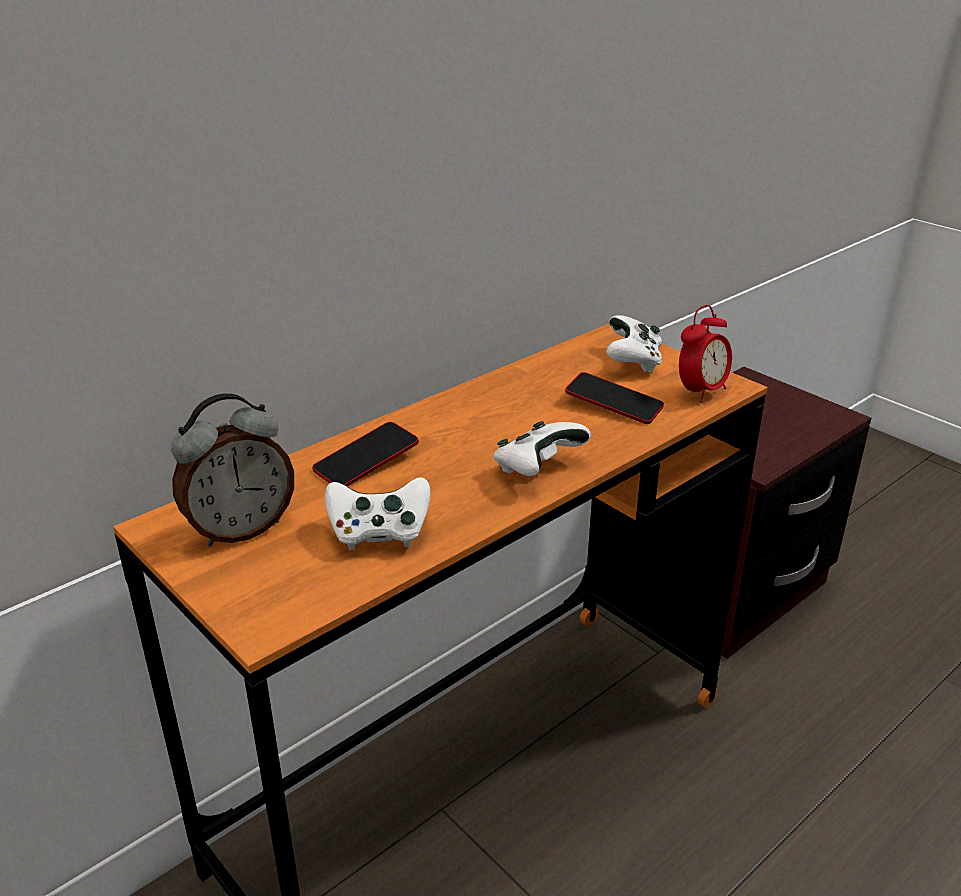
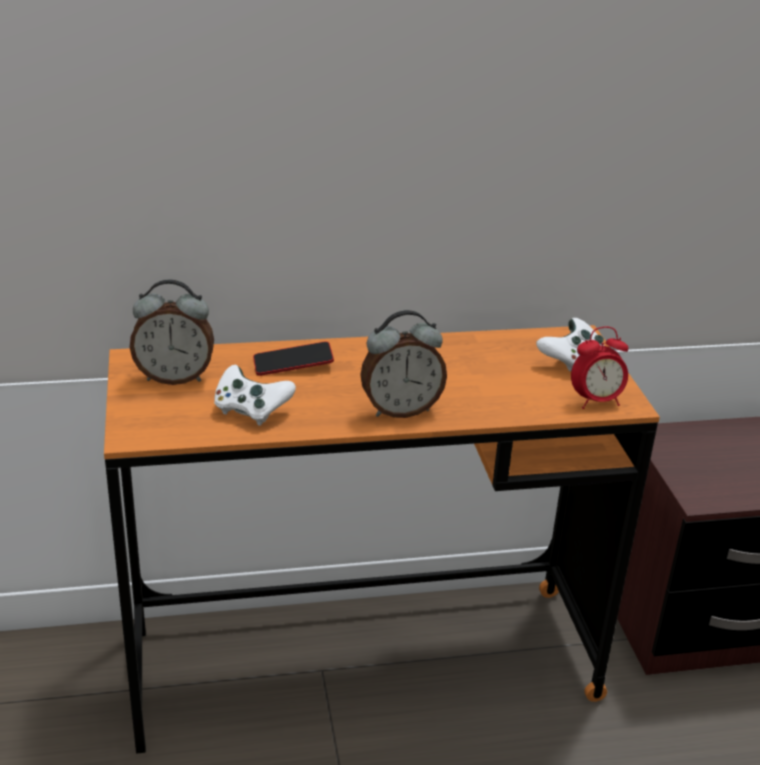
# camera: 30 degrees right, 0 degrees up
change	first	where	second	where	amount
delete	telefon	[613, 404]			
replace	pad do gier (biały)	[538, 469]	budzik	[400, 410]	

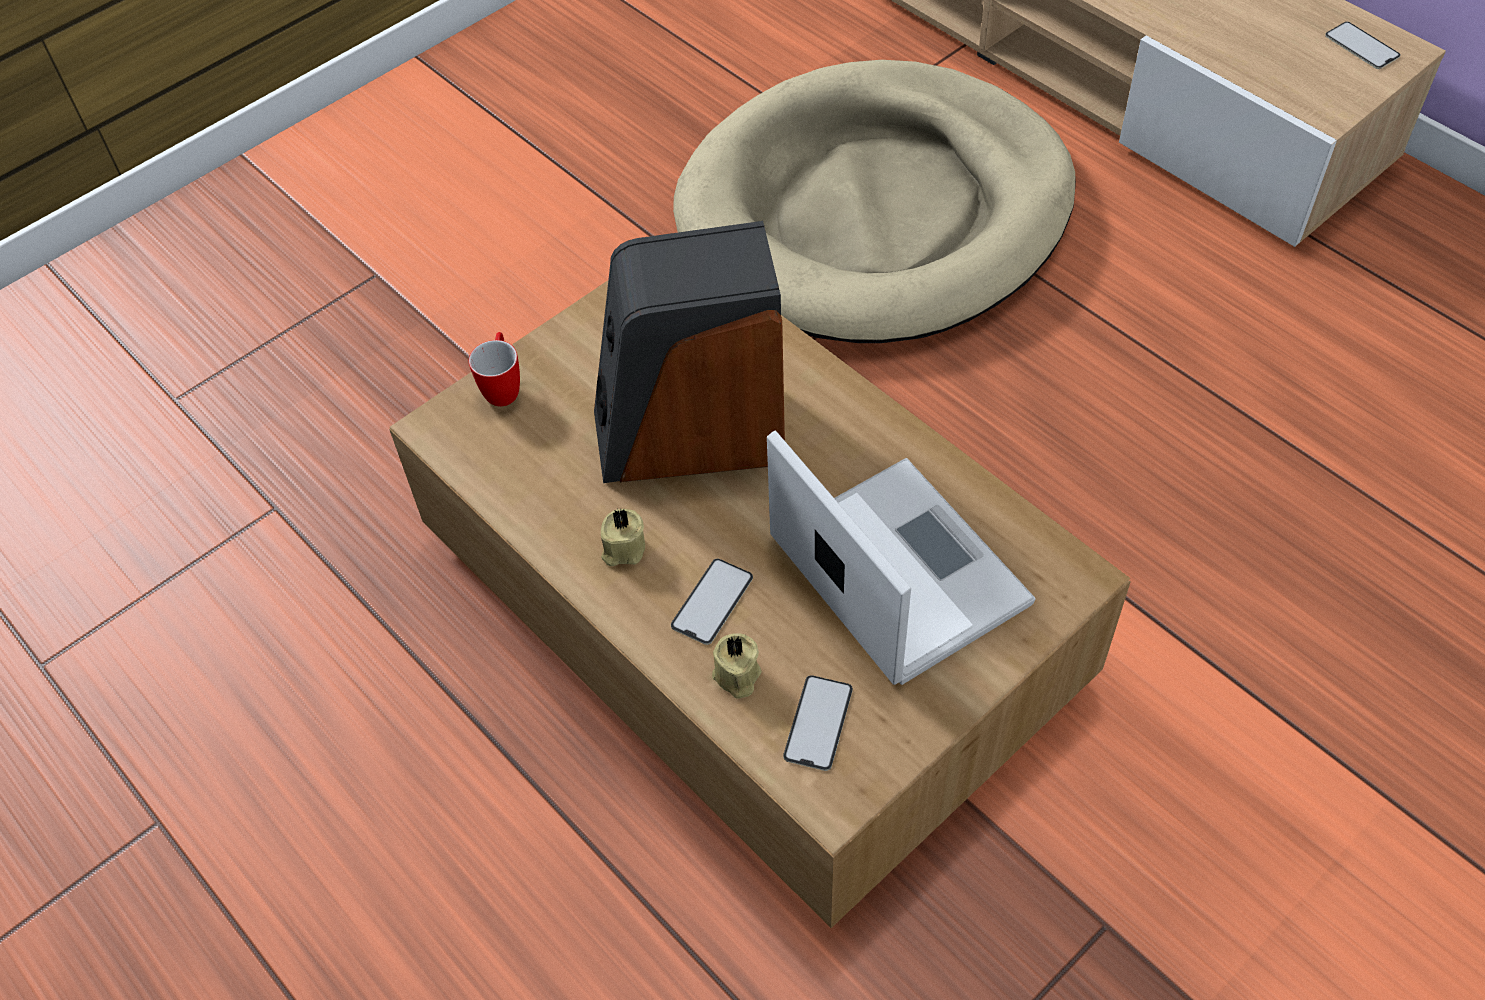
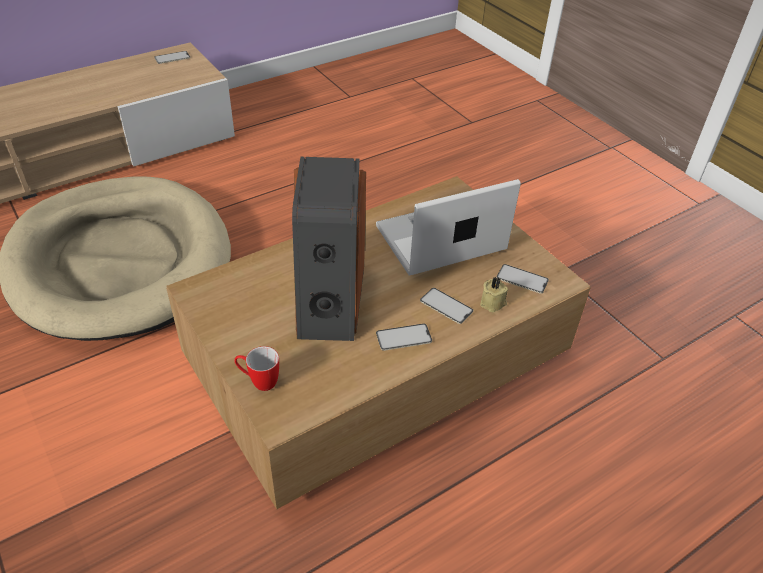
# camera: 85 degrees left, 10 degrees down
change	first	where	second	where	amount
replace	świeca (beżowy)	[623, 549]	telefon	[403, 337]	

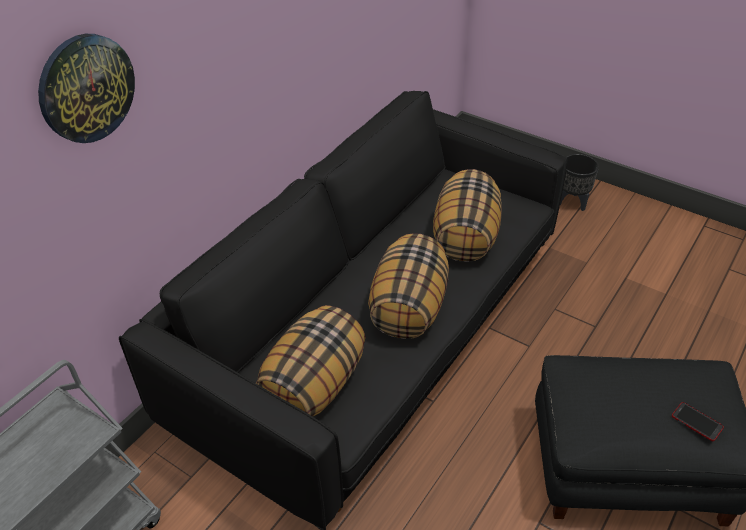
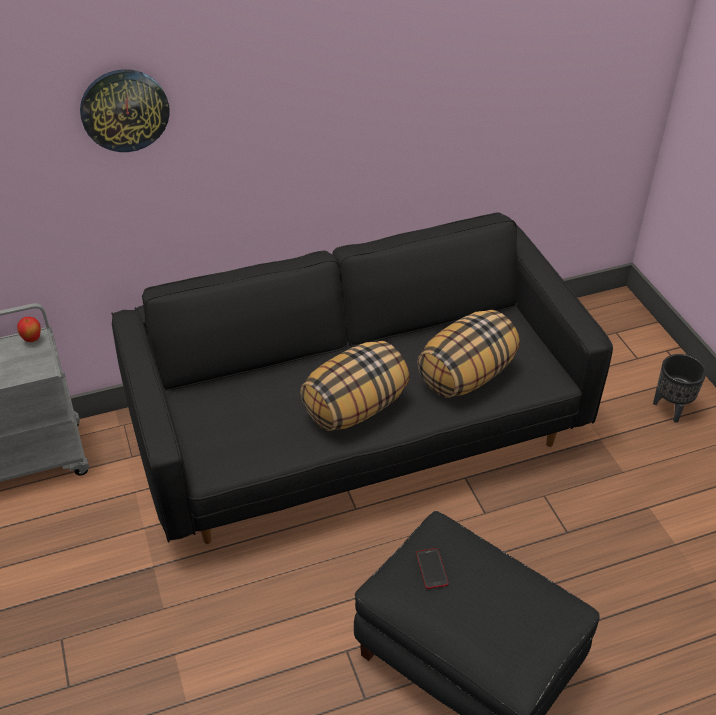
# camera: 35 degrees right, 0 degrees up
change	first	where	second	where	amount
delete	poduszka	[314, 384]			
move	telefon	[697, 422]		[431, 569]	
insert			jabłko	[32, 339]	

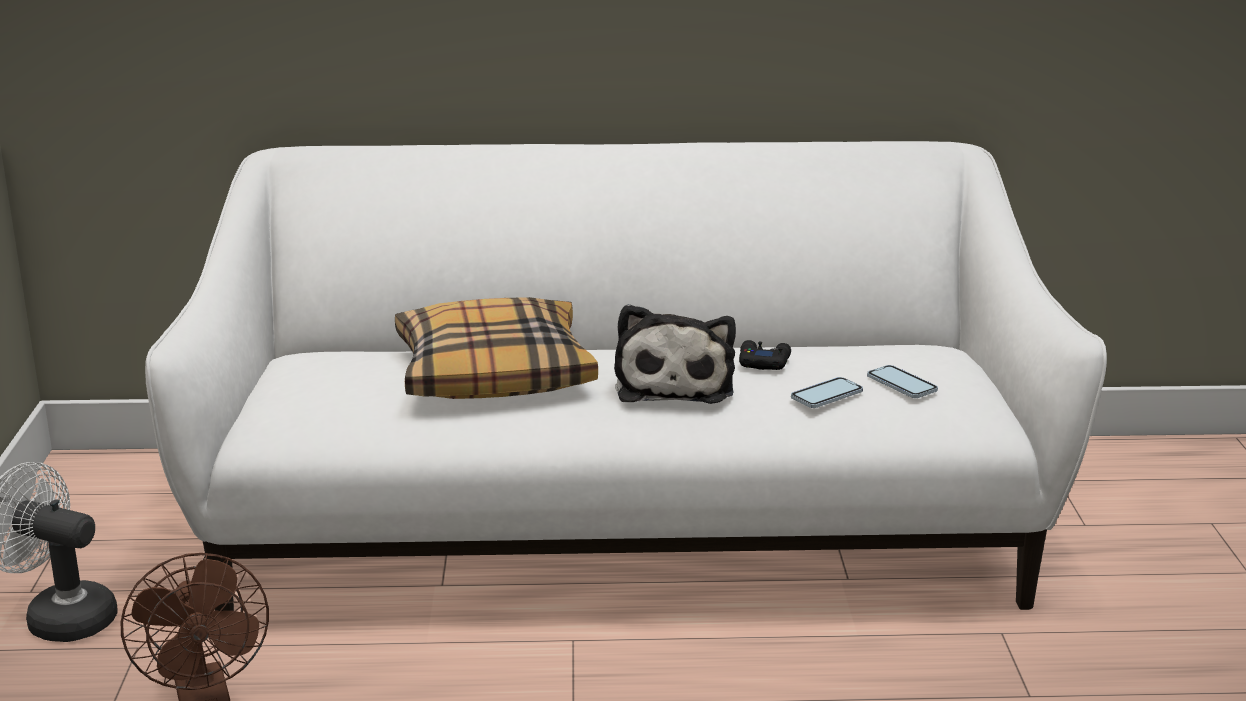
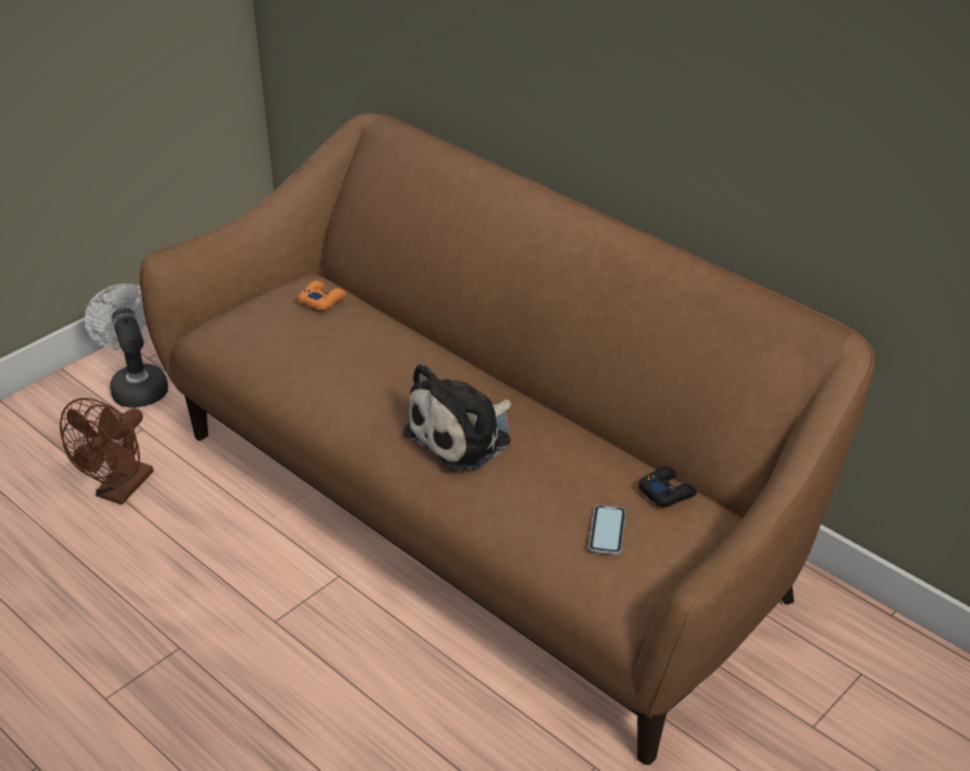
# camera: 45 degrees right, 15 degrees up
change	first	where	second	where	amount
recolor	kanapa (biały)	[623, 531]	kanapa (brązowy)	[484, 512]	
delete	poduszka	[494, 372]			
move	pad do gier (czarny)	[763, 362]		[666, 492]	
delete	telefon	[826, 395]			
insert			pad do gier (pomarańczowy)	[322, 300]	

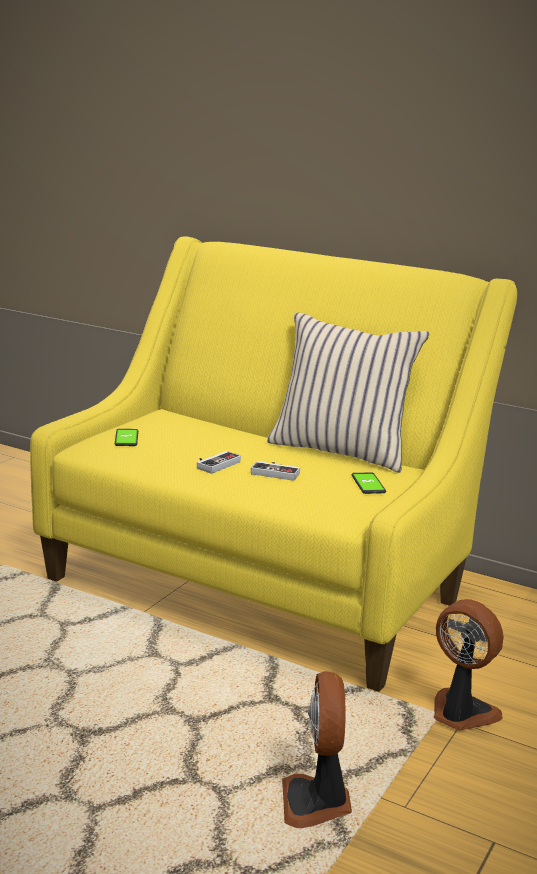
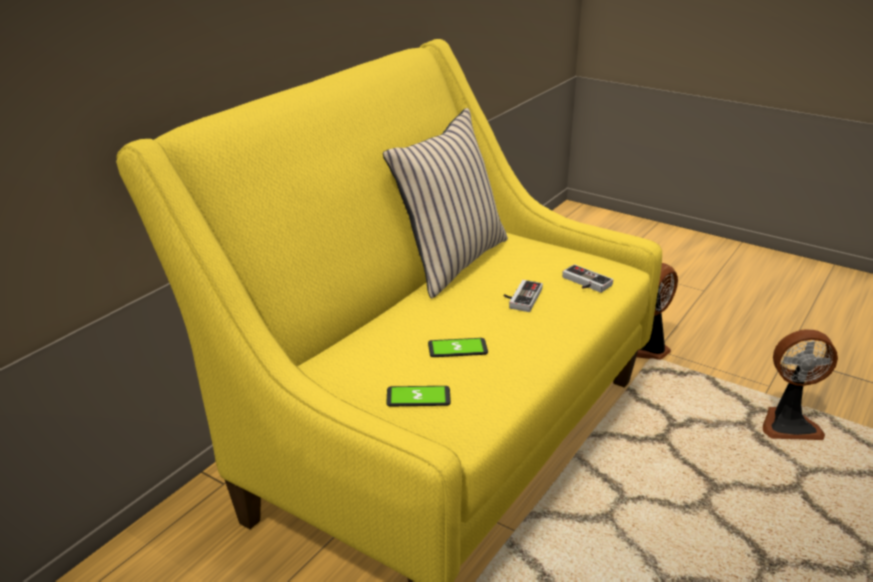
# camera: 85 degrees left, 10 degrees up
change	first	where	second	where	amount
move	pad do gier	[215, 464]		[584, 283]	
move	telefon	[368, 484]		[457, 349]	

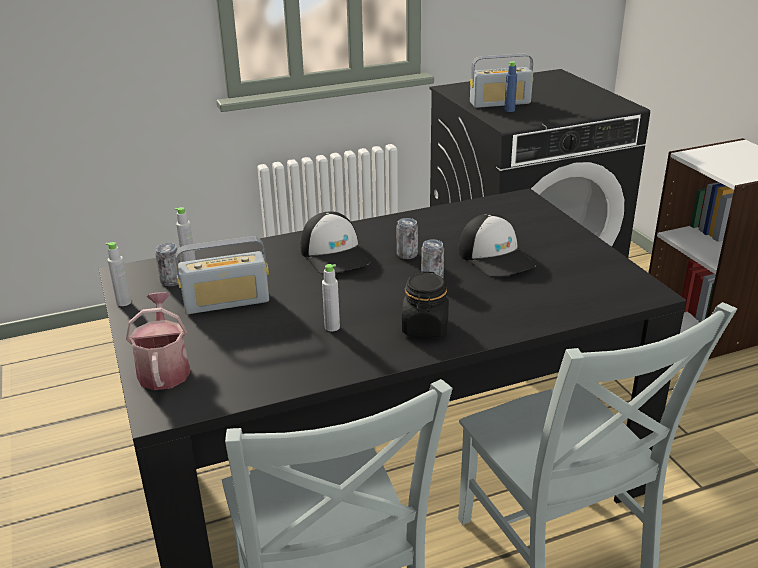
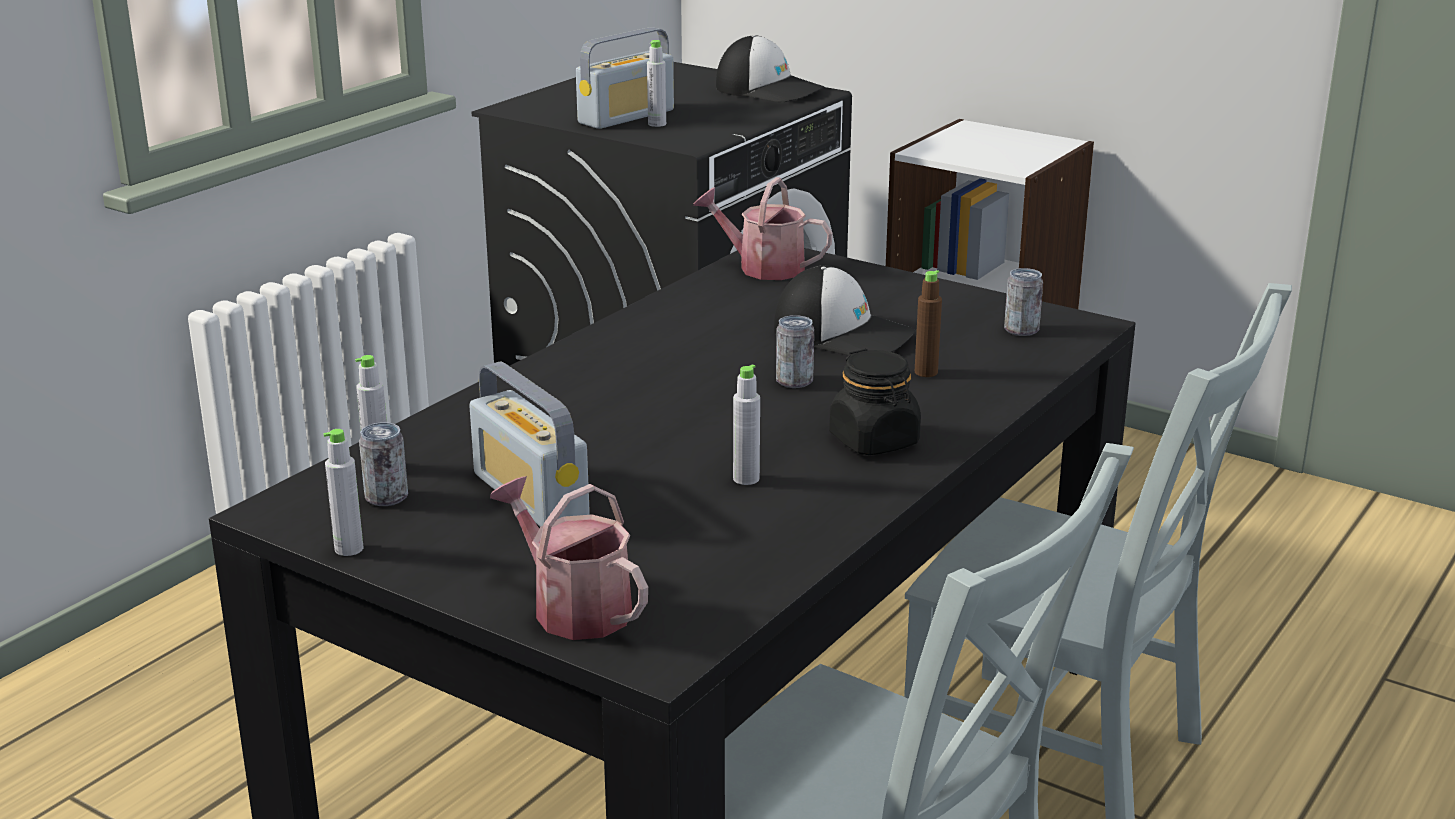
# camera: 35 degrees left, 5 degrees down
change	first	where	second	where	amount
recolor	butelka (niebieski)	[509, 110]	butelka (szary)	[657, 124]	
move	czapka z daszkiem	[335, 255]		[769, 89]	
move	puszka	[407, 255]		[1021, 330]	
rotate	radio	[226, 302]		[530, 496]	105 degrees clockwise
insert			konewka	[762, 267]	
insert			butelka (brązowy)	[926, 372]	

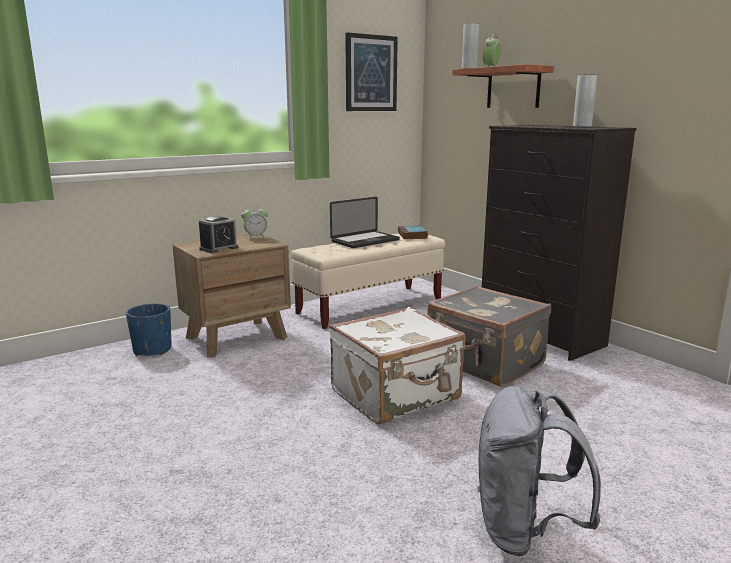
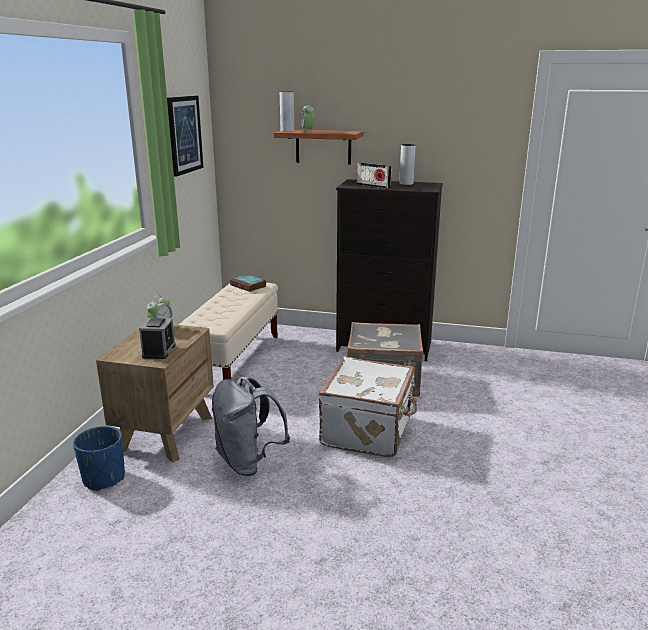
# camera: 40 degrees left, 5 degrees up
change	first	where	second	where	amount
delete	laptop	[365, 241]			
move	plecak (szary)	[524, 531]		[248, 462]	
insert			radio	[373, 186]	

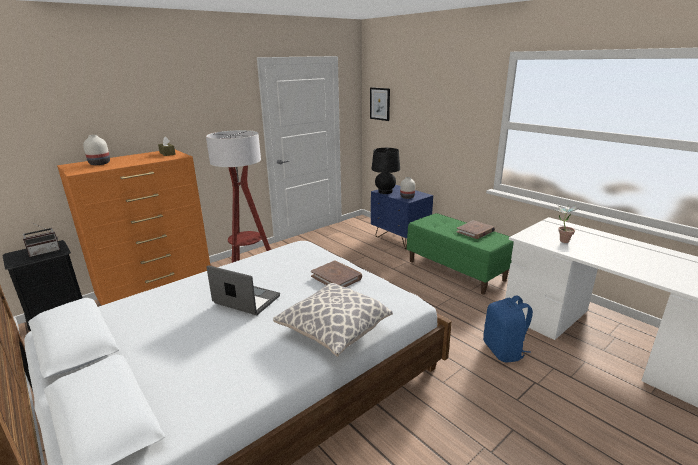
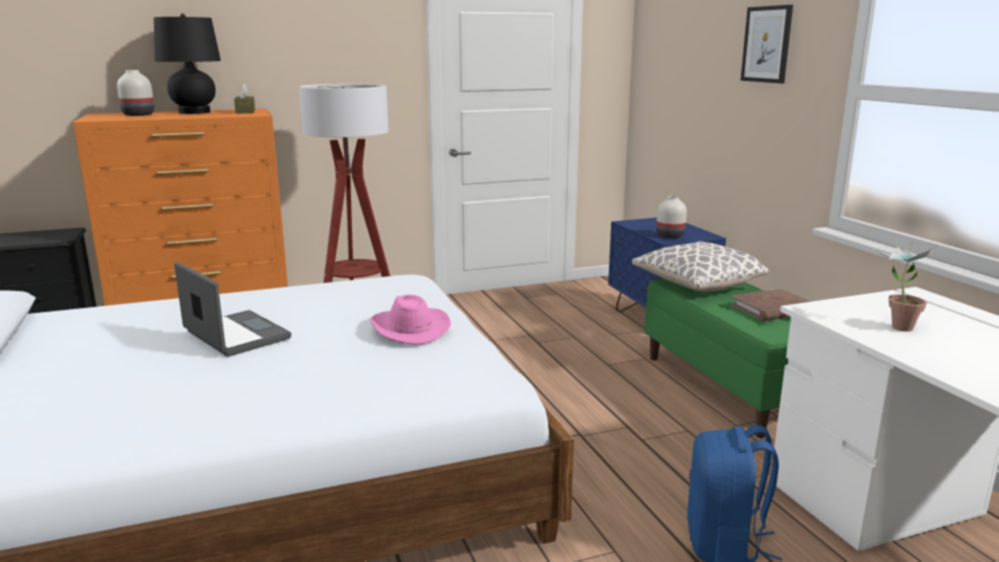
# camera: 20 degrees right, 5 degrees down
change	first	where	second	where	amount
move	obraz	[380, 104]		[767, 44]	
move	lampa stołowa (czarny)	[385, 191]		[194, 112]	
delete	radio	[45, 252]			
replace	książka (brązowy)	[336, 277]	kapelusz (różowy)	[408, 329]	
move	poduszka	[334, 331]		[697, 285]	

